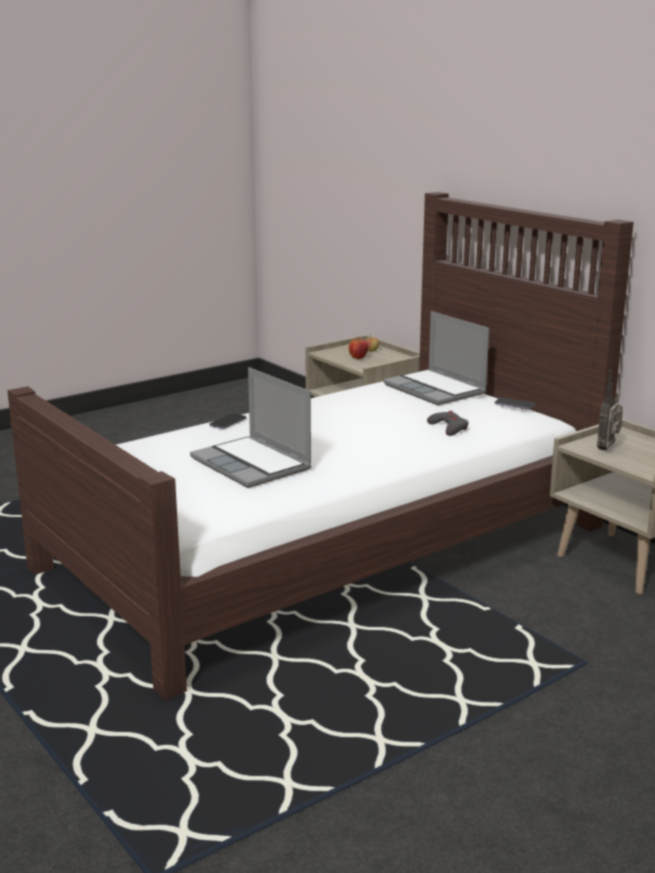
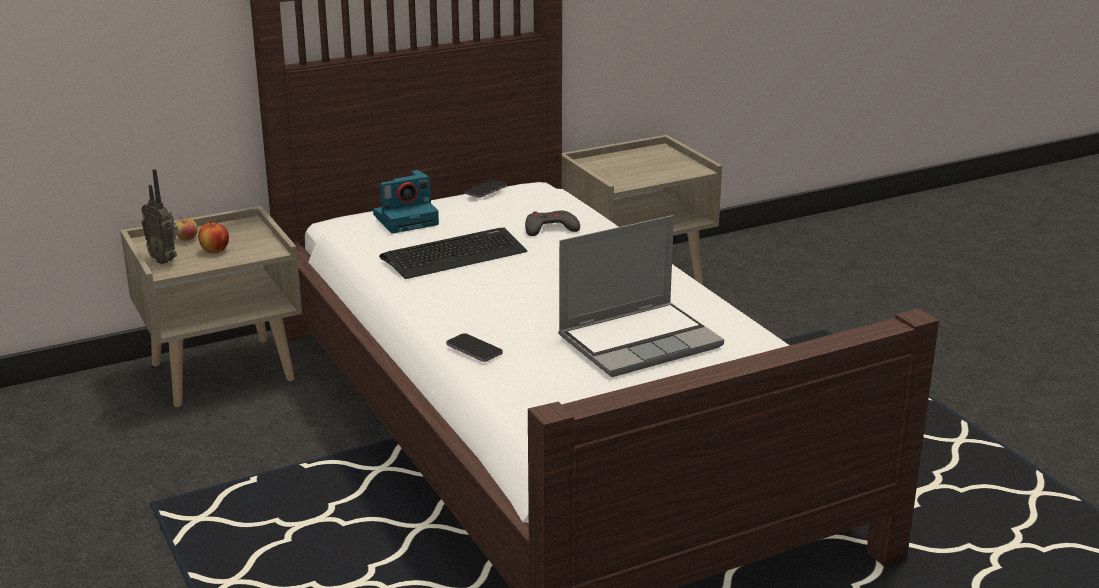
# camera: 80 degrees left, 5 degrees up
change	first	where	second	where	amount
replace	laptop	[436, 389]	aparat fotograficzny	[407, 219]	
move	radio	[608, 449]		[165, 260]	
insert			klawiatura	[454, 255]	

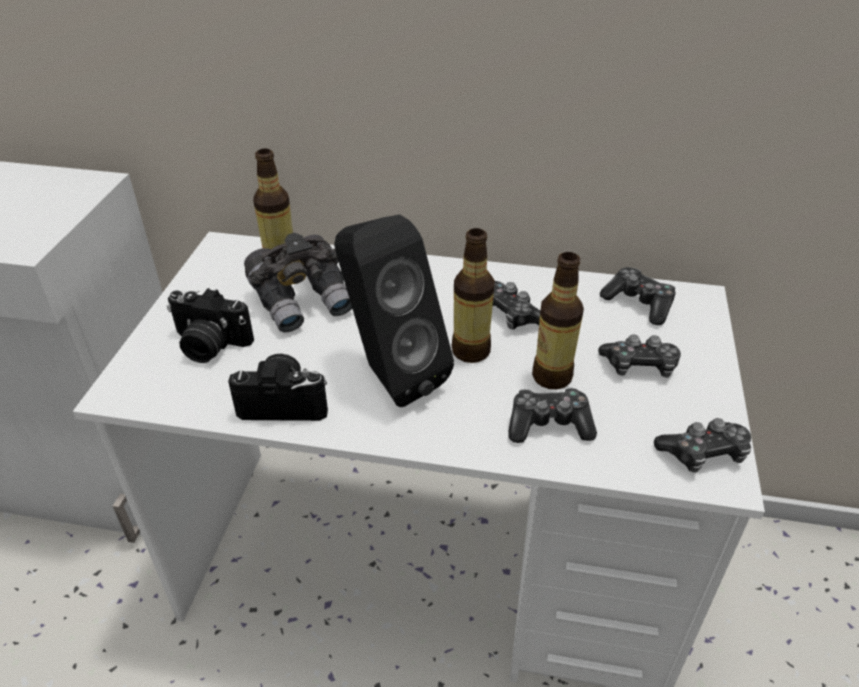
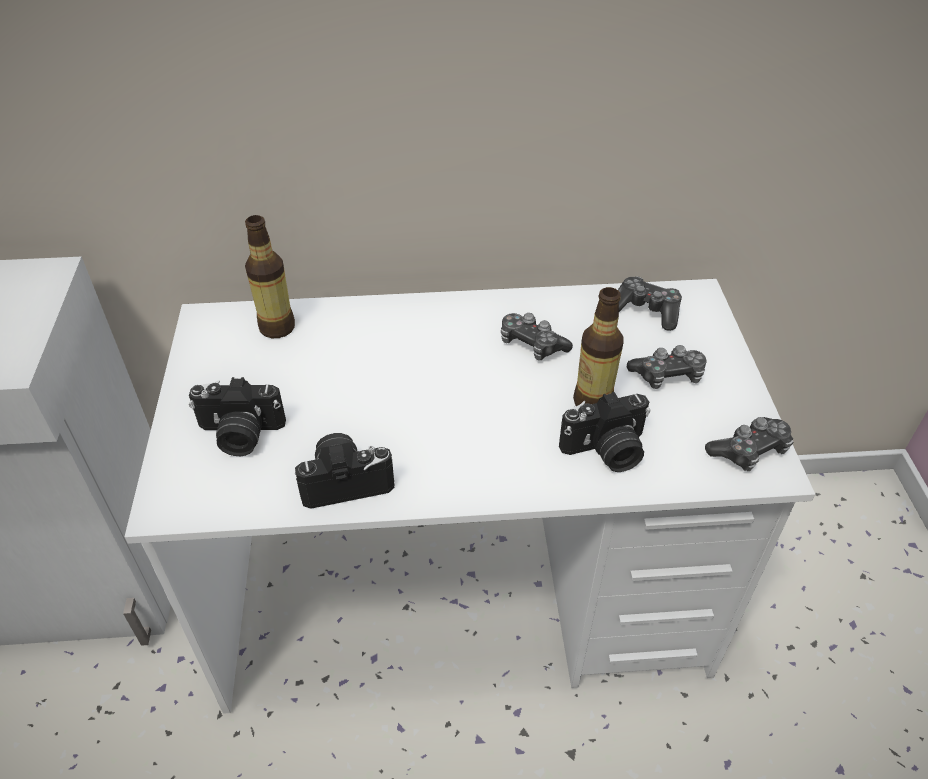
# camera: 15 degrees left, 5 degrees up
change	first	where	second	where	amount
delete	głośnik (czarny)	[389, 375]			
delete	butelka	[470, 351]			
delete	lornetka (szary)	[303, 301]			
replace	pad do gier	[549, 425]	aparat fotograficzny	[606, 451]	

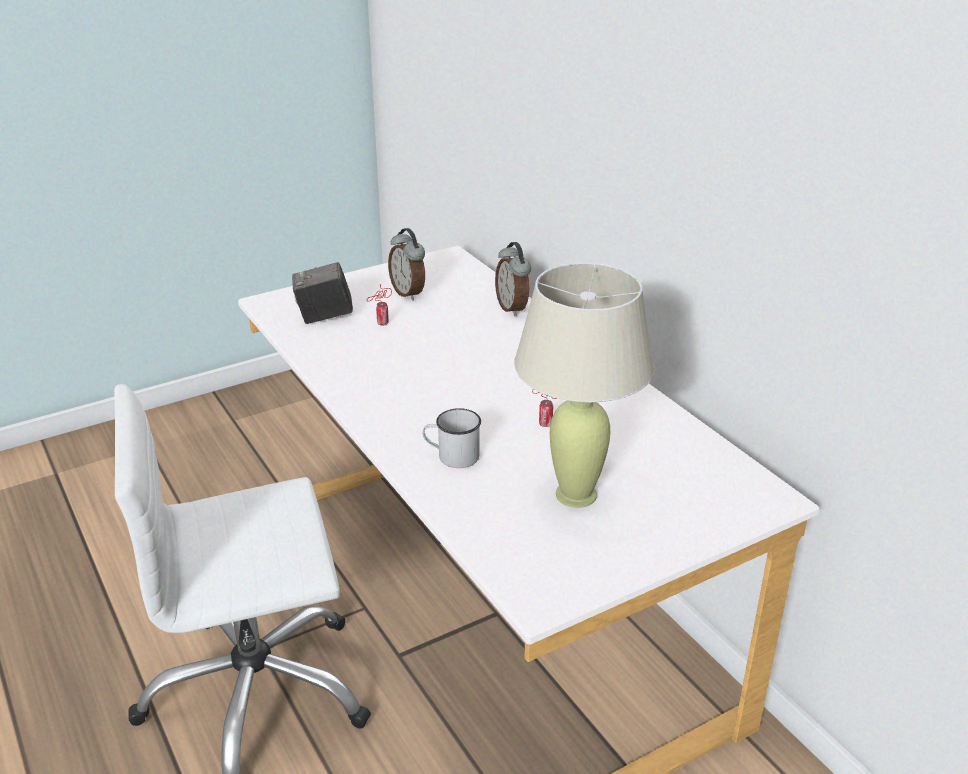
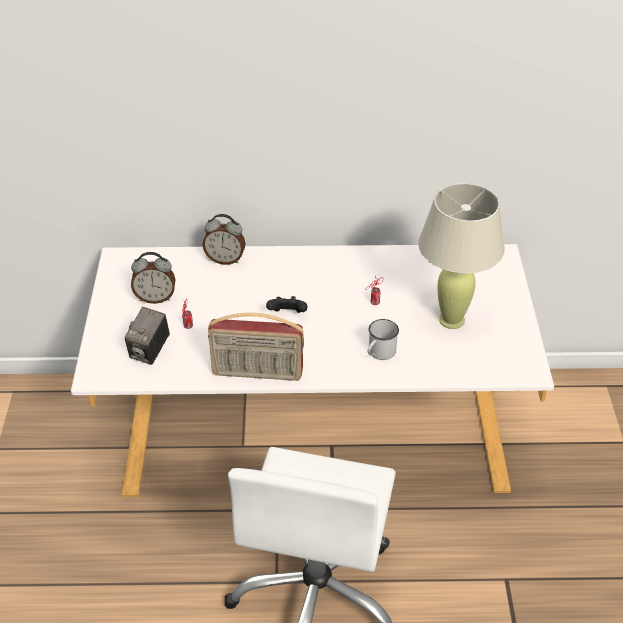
# camera: 60 degrees left, 10 degrees up
change	first	where	second	where	amount
insert			pad do gier (czarny)	[287, 315]	
insert			radio	[257, 373]	

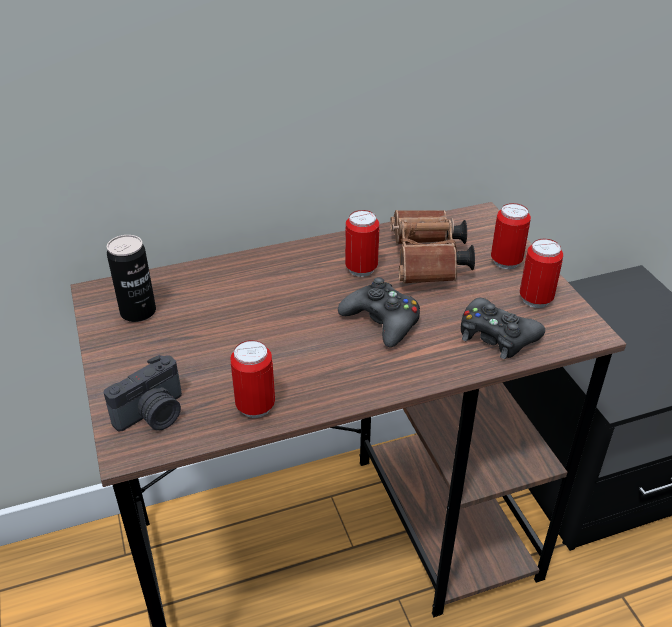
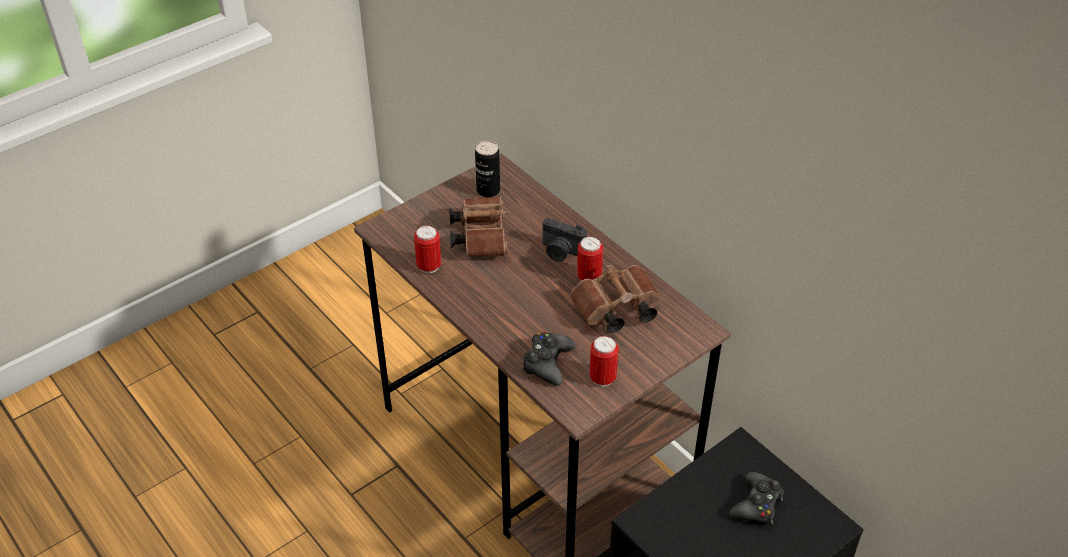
# camera: 70 degrees right, 5 degrees up
change	first	where	second	where	amount
delete	puszka	[506, 261]			
move	pad do gier (czarny)	[382, 321]		[757, 505]	
move	aparat fotograficzny	[154, 415]		[561, 252]	
insert			lornetka (brązowy)	[480, 236]	

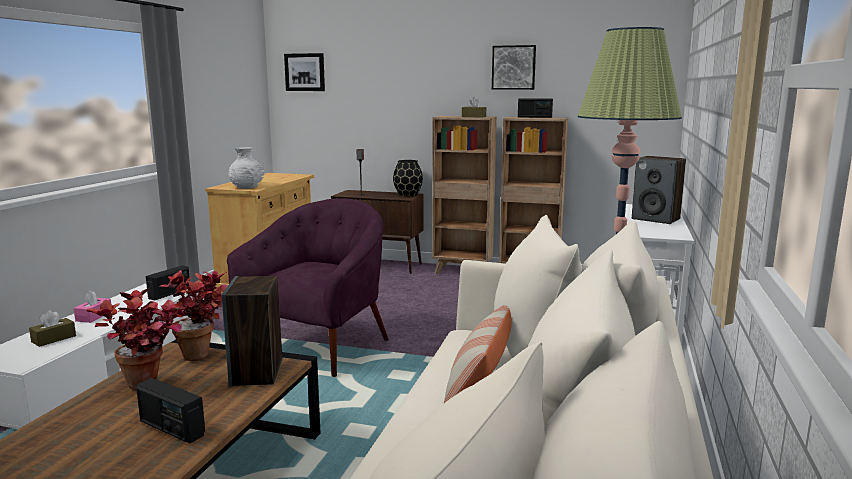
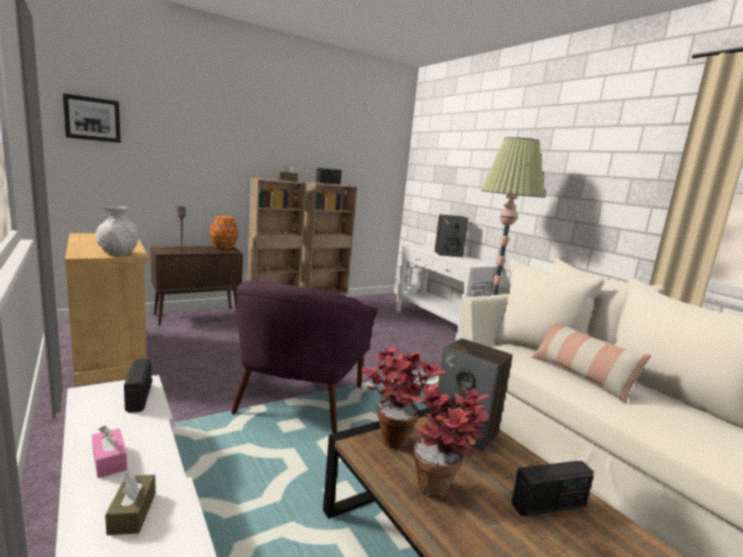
# camera: 50 degrees left, 0 degrees up
change	first	where	second	where	amount
delete	obraz	[513, 67]			
recolor	wazon (czarny)	[408, 194]	wazon (pomarańczowy)	[223, 247]	
rotate	fotel (fioletowy)	[319, 346]		[298, 400]	150 degrees counterclockwise

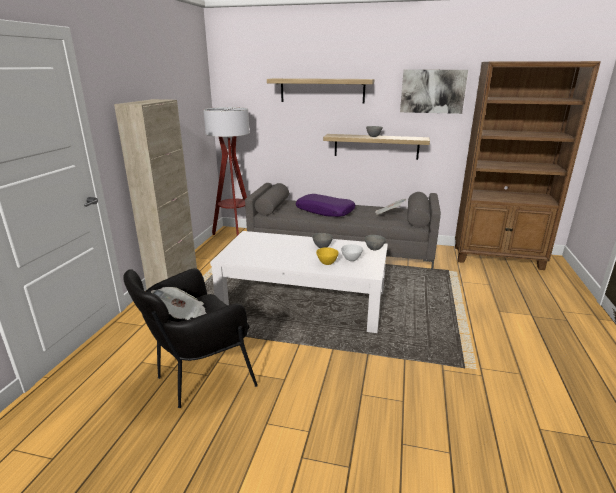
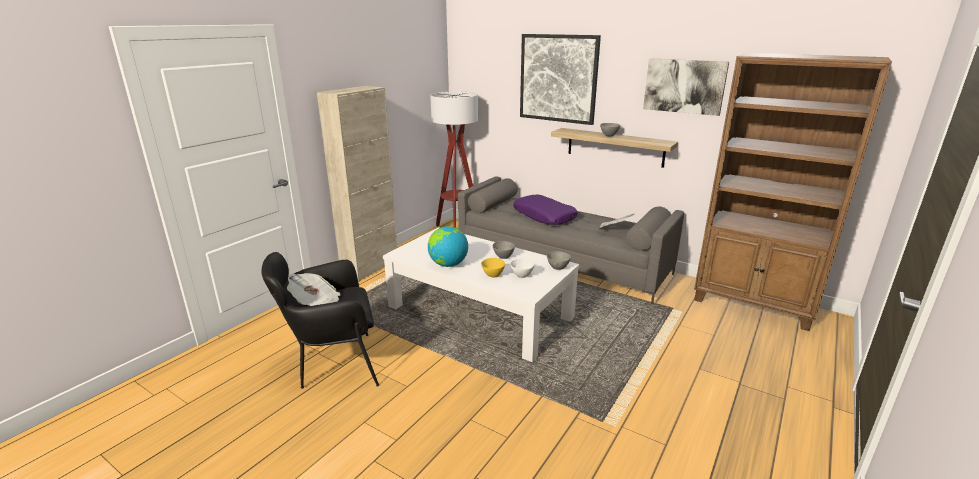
# camera: 20 degrees right, 0 degrees up
change	first	where	second	where	amount
replace	półka	[322, 90]	obraz	[558, 78]	
insert			globus	[448, 264]	

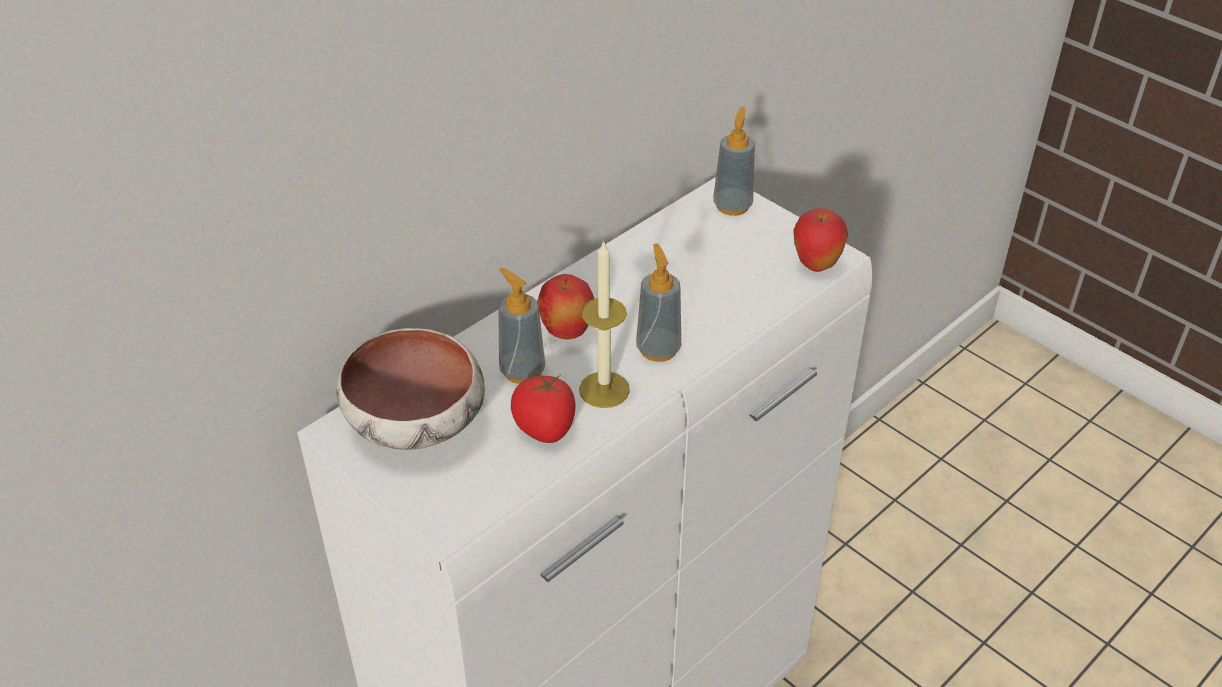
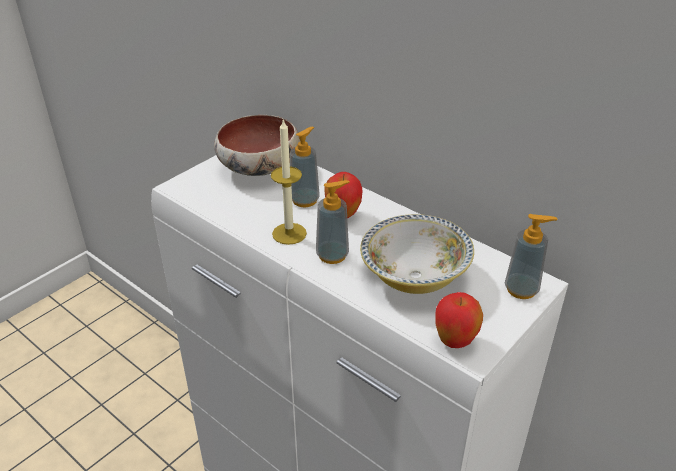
# camera: 85 degrees right, 5 degrees down
change	first	where	second	where	amount
delete	pomidor	[545, 428]			
insert			miska	[414, 276]	

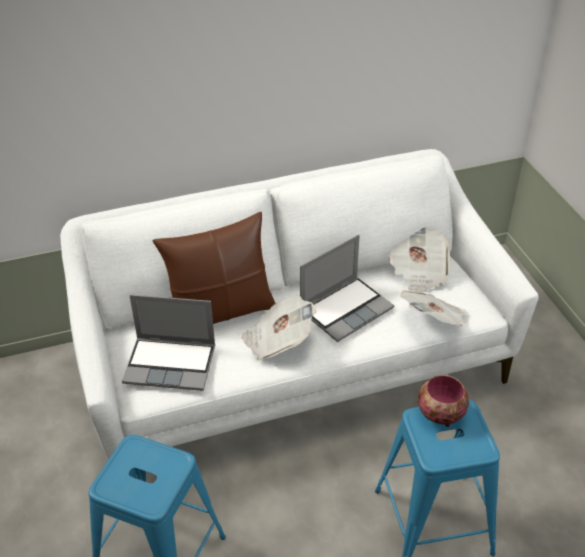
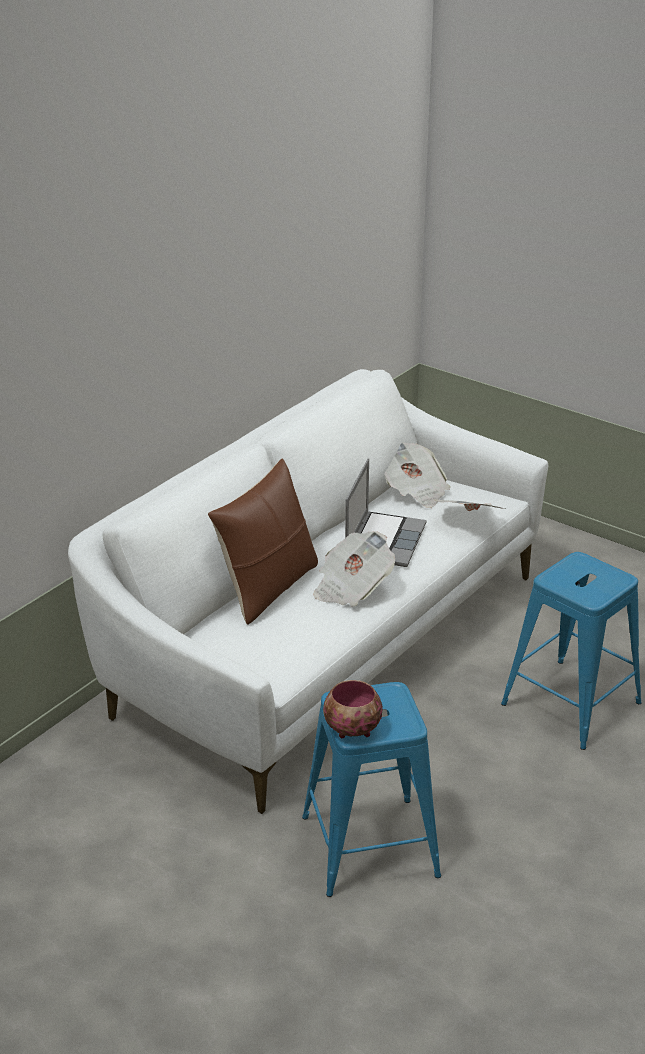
# camera: 35 degrees left, 10 degrees down
change	first	where	second	where	amount
delete	laptop	[171, 364]			
move	miska	[439, 414]		[351, 730]	

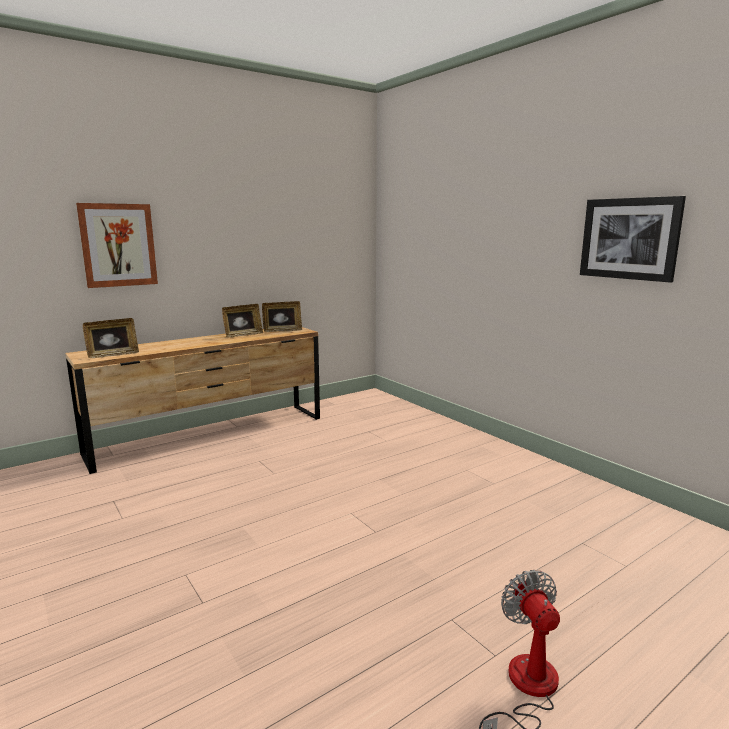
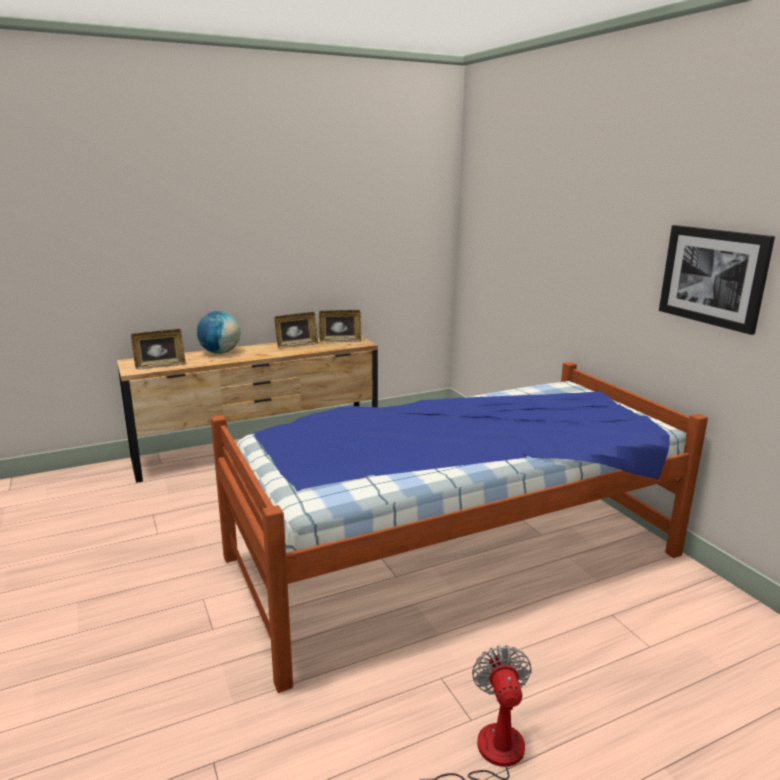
# camera: 10 degrees right, 5 degrees up
change	first	where	second	where	amount
delete	obraz	[118, 245]			
insert			globus	[220, 352]	
insert			łóżko	[452, 555]	

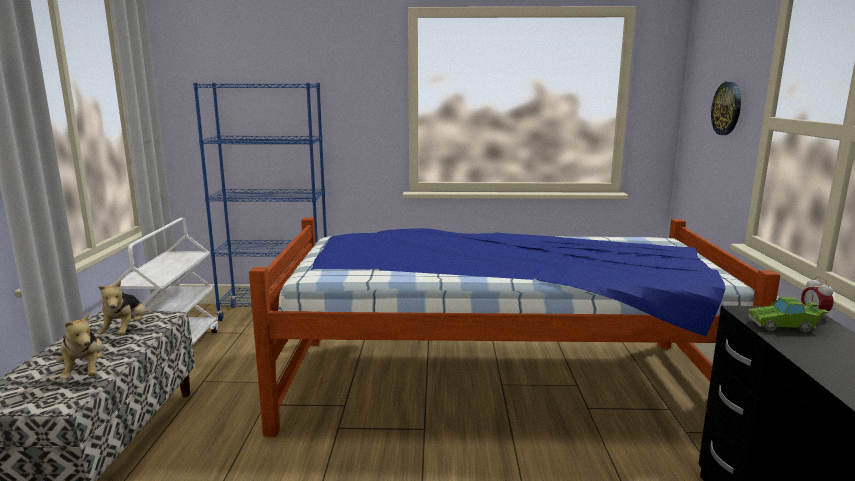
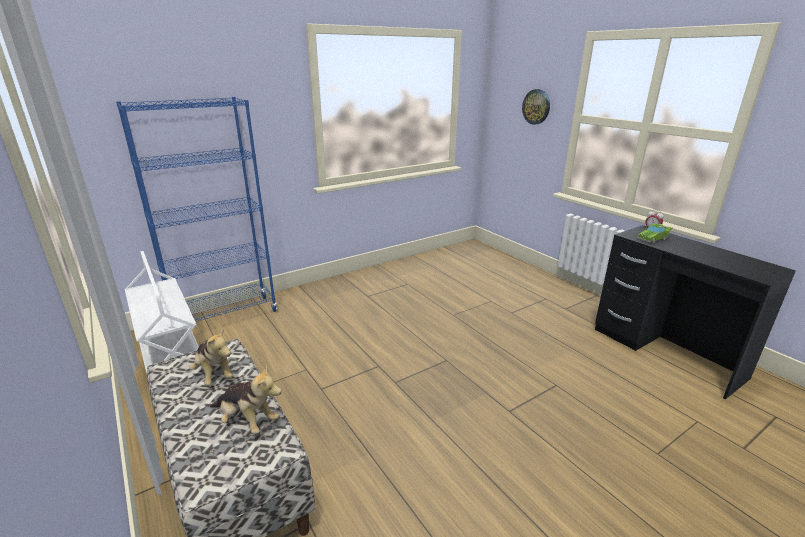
# camera: 35 degrees left, 10 degrees up
change	first	where	second	where	amount
delete	łóżko	[494, 382]			

